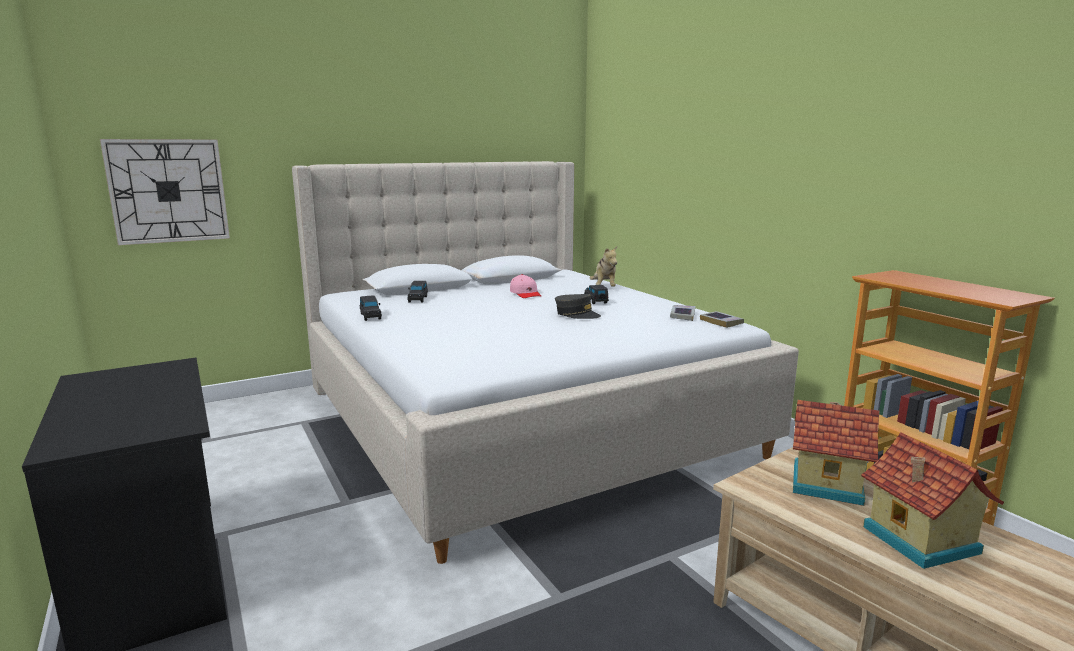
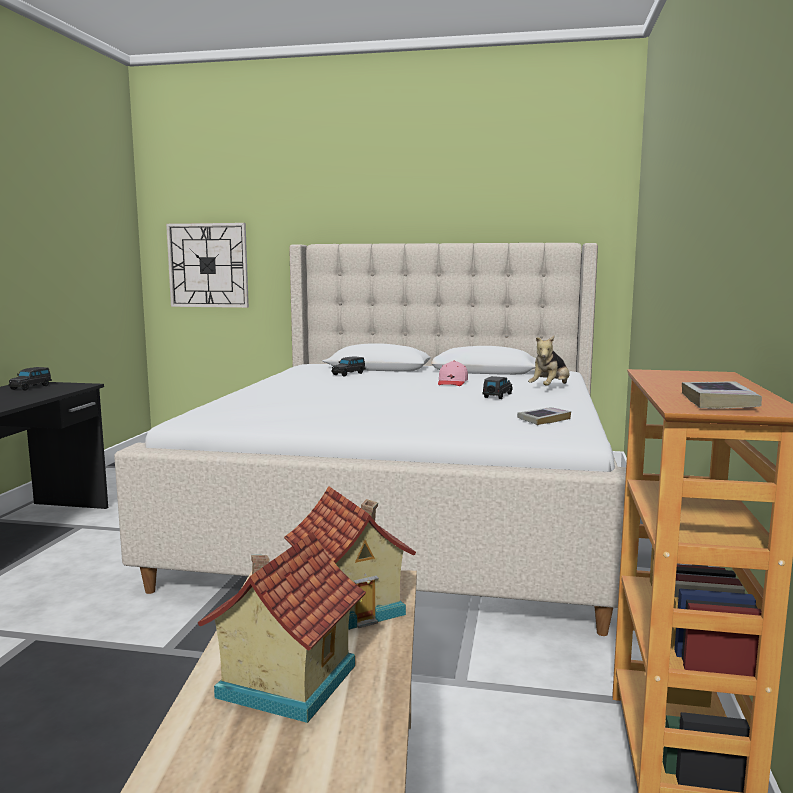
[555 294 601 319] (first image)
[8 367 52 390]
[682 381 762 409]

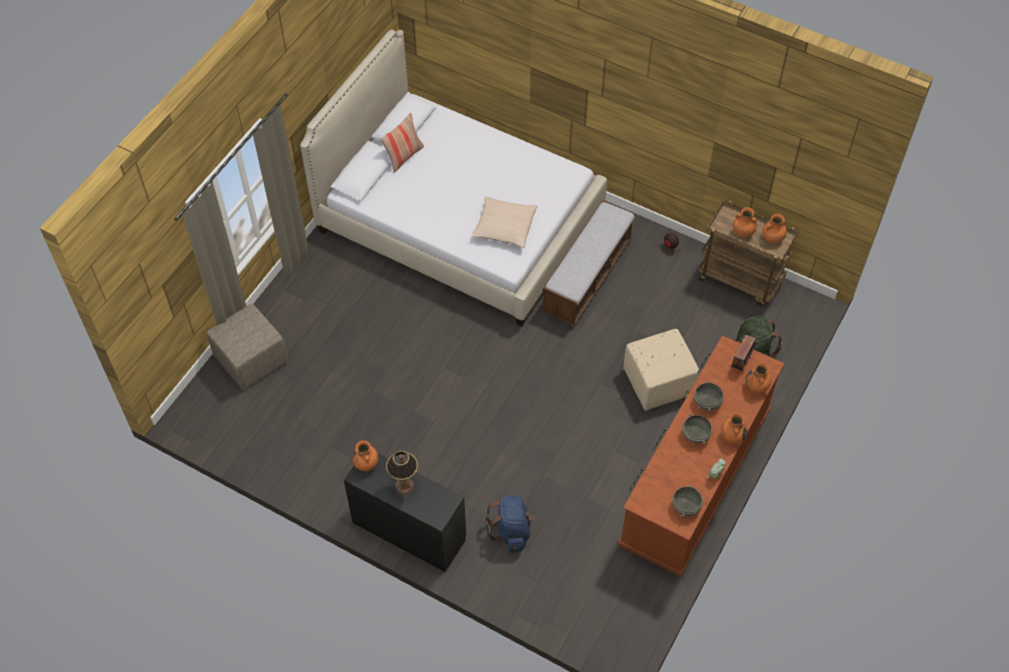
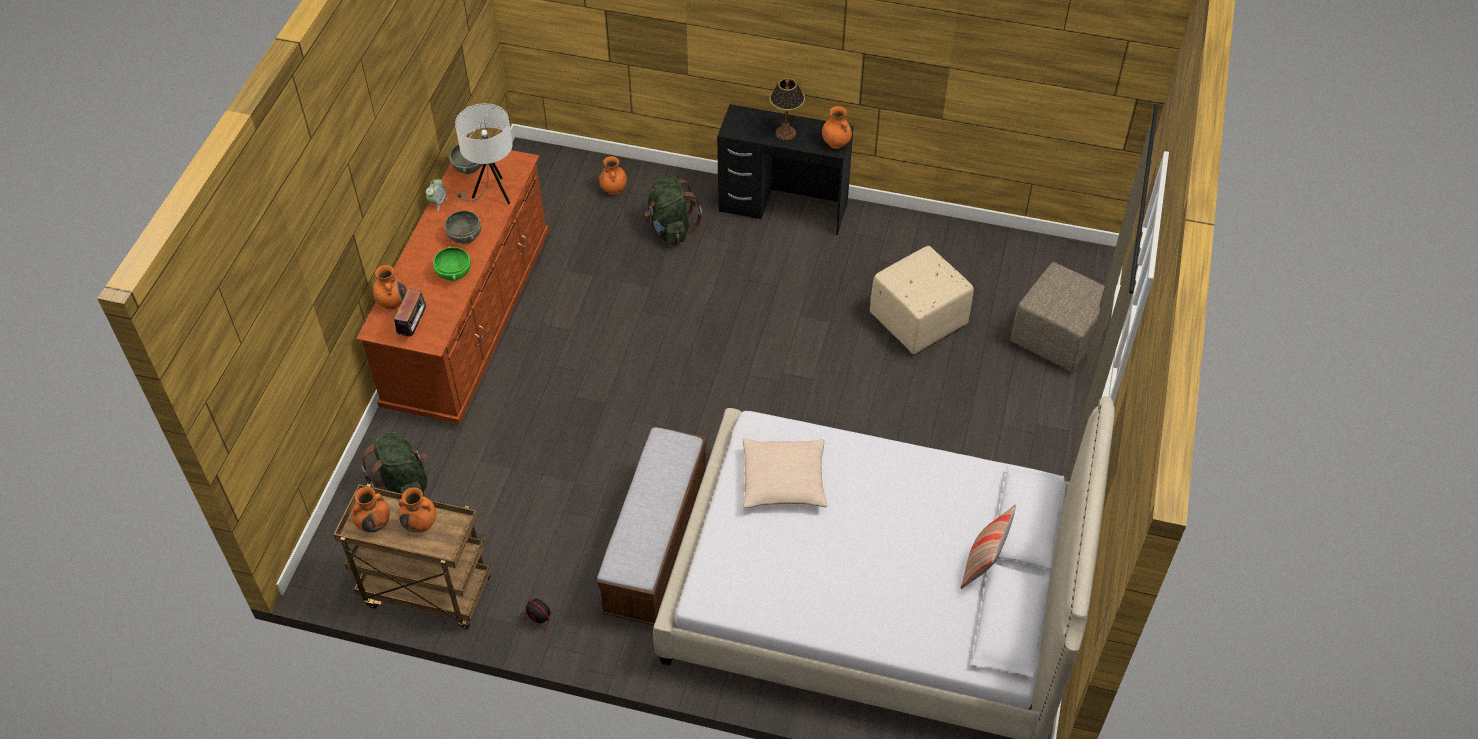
[870 246 974 354]
[433 246 471 281]
[599 156 627 195]
[645 176 702 245]
[455 103 513 204]

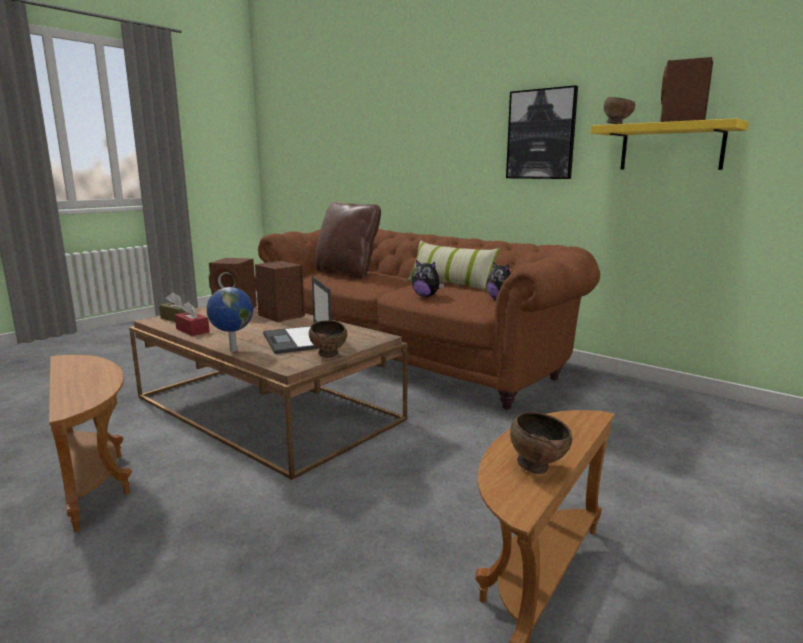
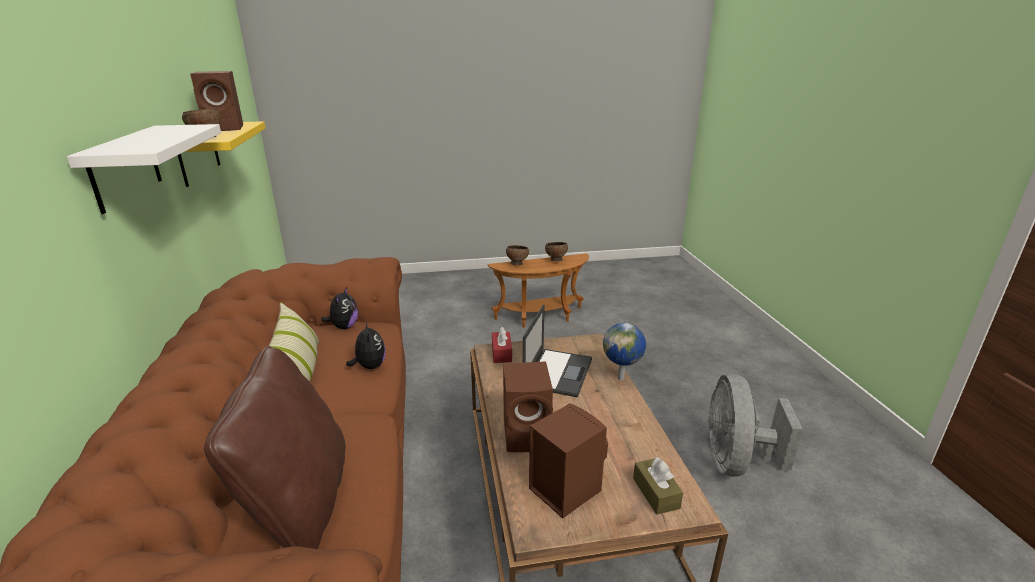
[67 124 221 214]
[492 327 512 363]
[506 245 529 265]
[707 374 803 477]

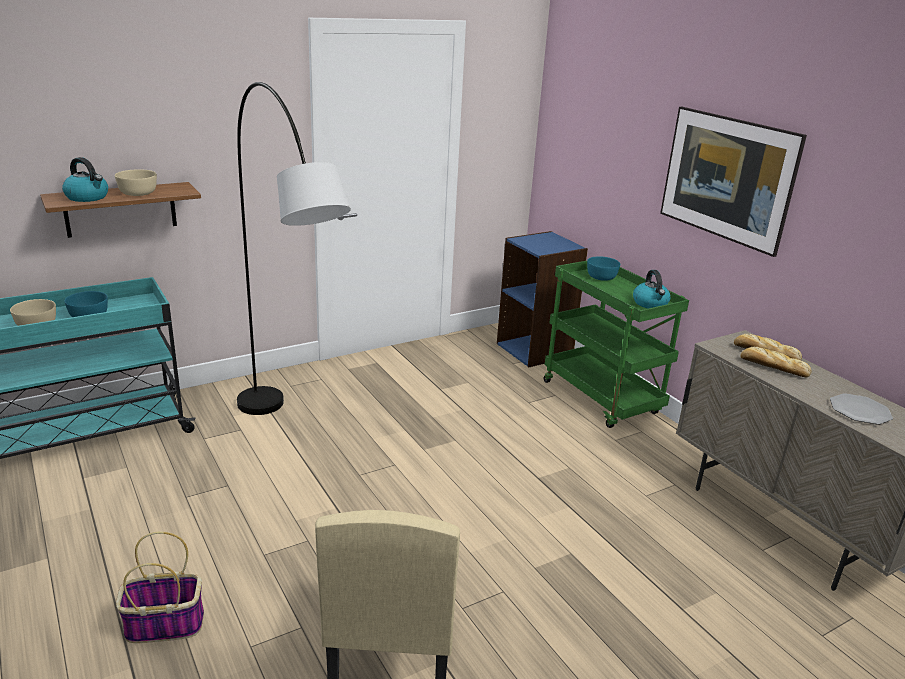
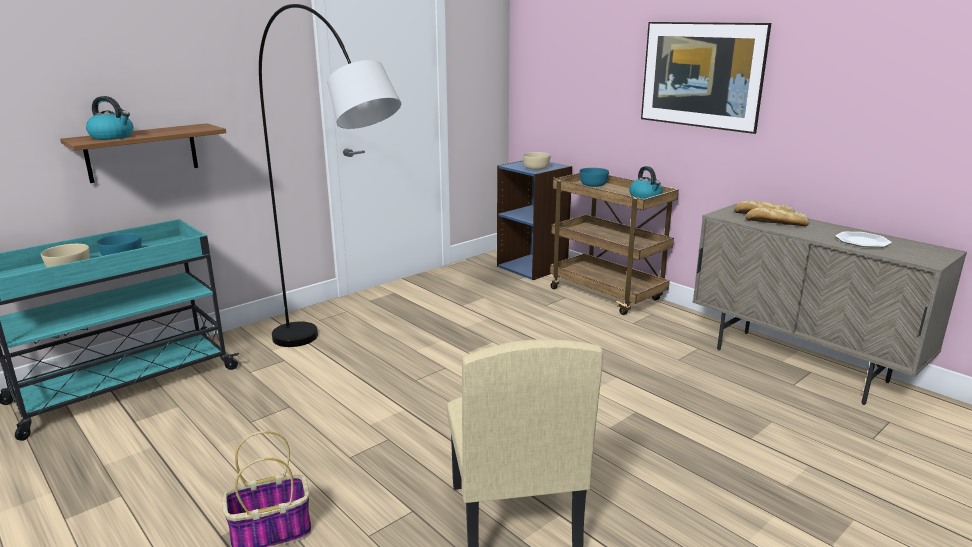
[523 152 551 170]
[550 173 679 315]

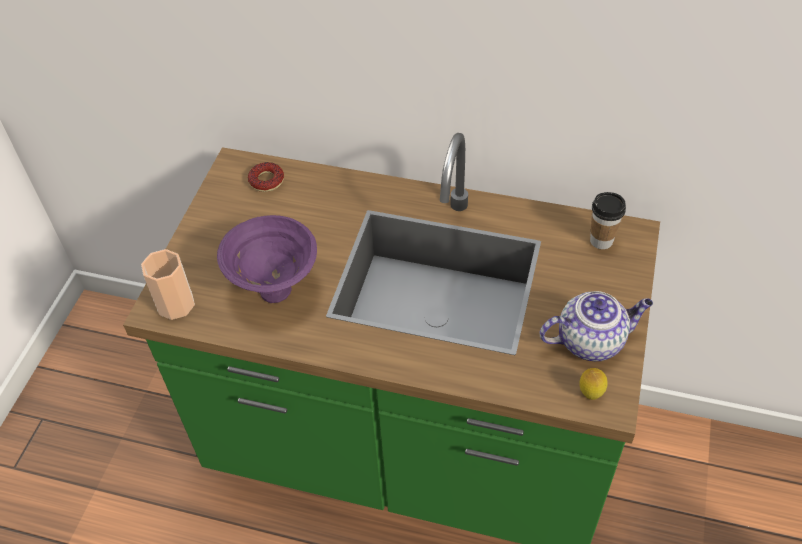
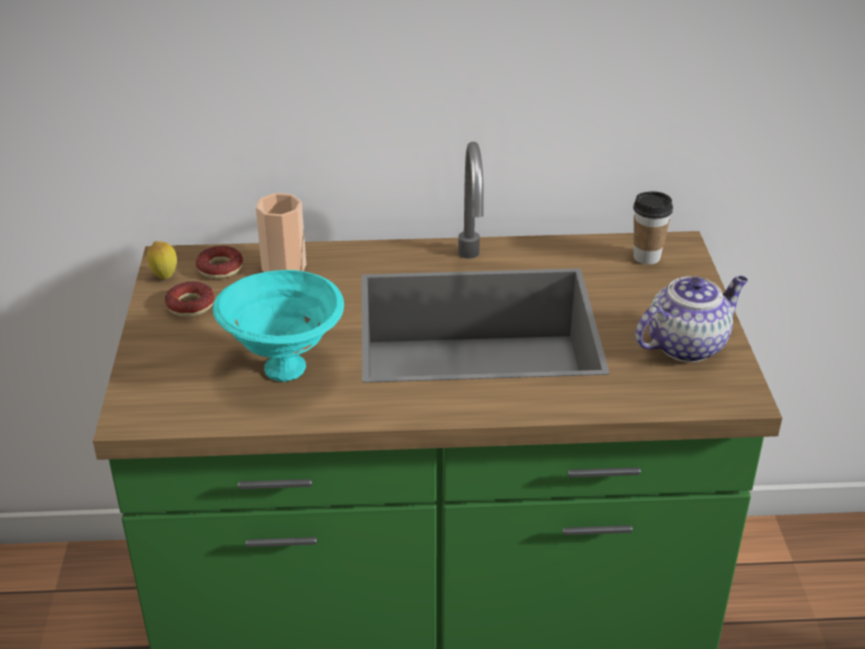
[213 270 344 382]
[256 193 306 272]
[147 241 177 280]
[165 282 214 317]

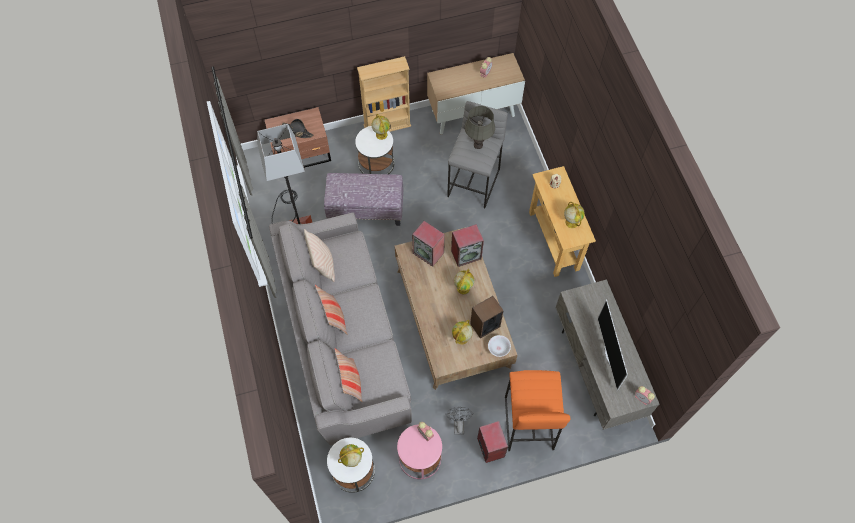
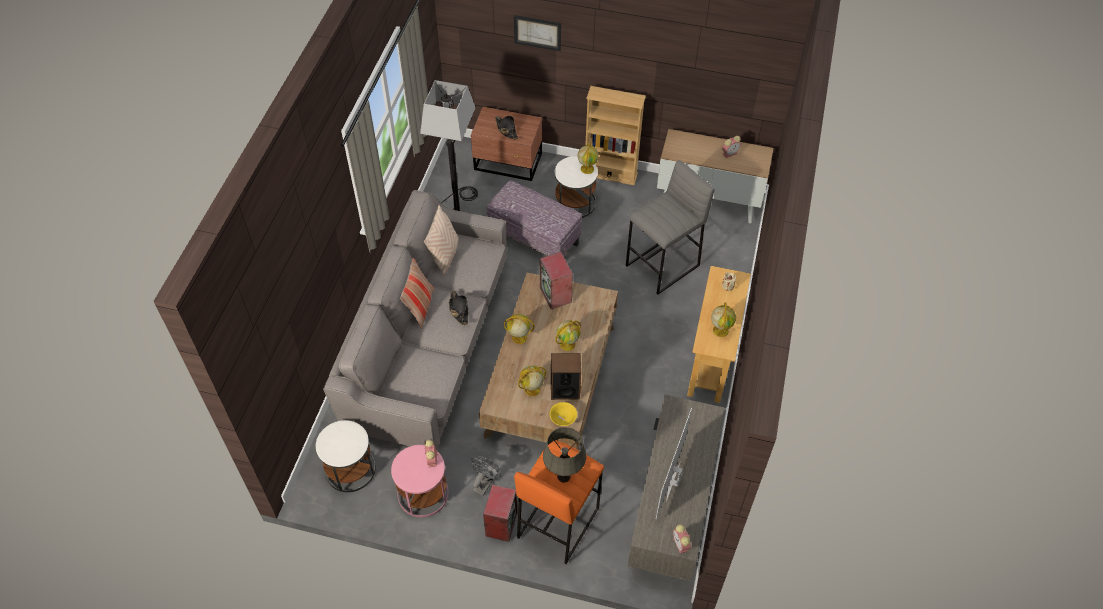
[543 427 586 483]
[451 224 484 267] (first image)
[550 402 577 426]
[334 348 362 403] (first image)
[504 314 534 344]
[514 15 561 51]
[449 291 468 325]

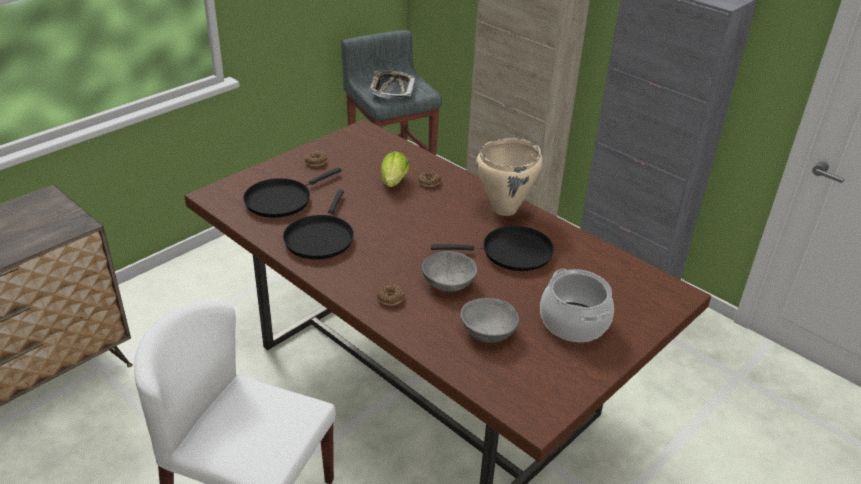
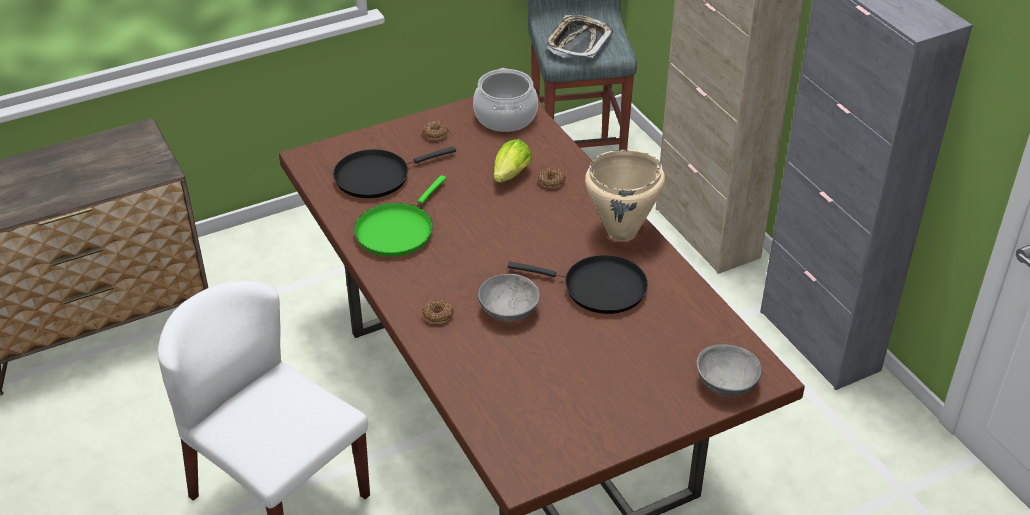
[354 175 446 257]
[473 68 538 132]
[697 344 761 397]

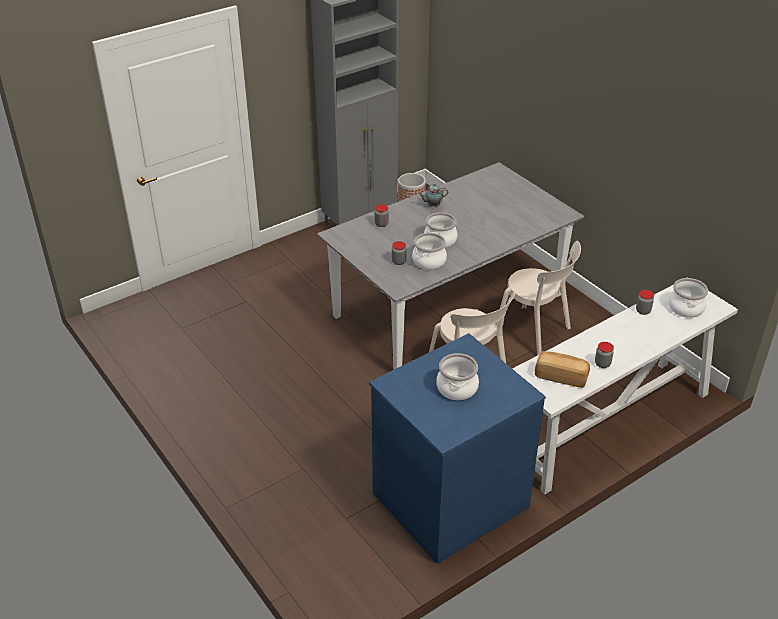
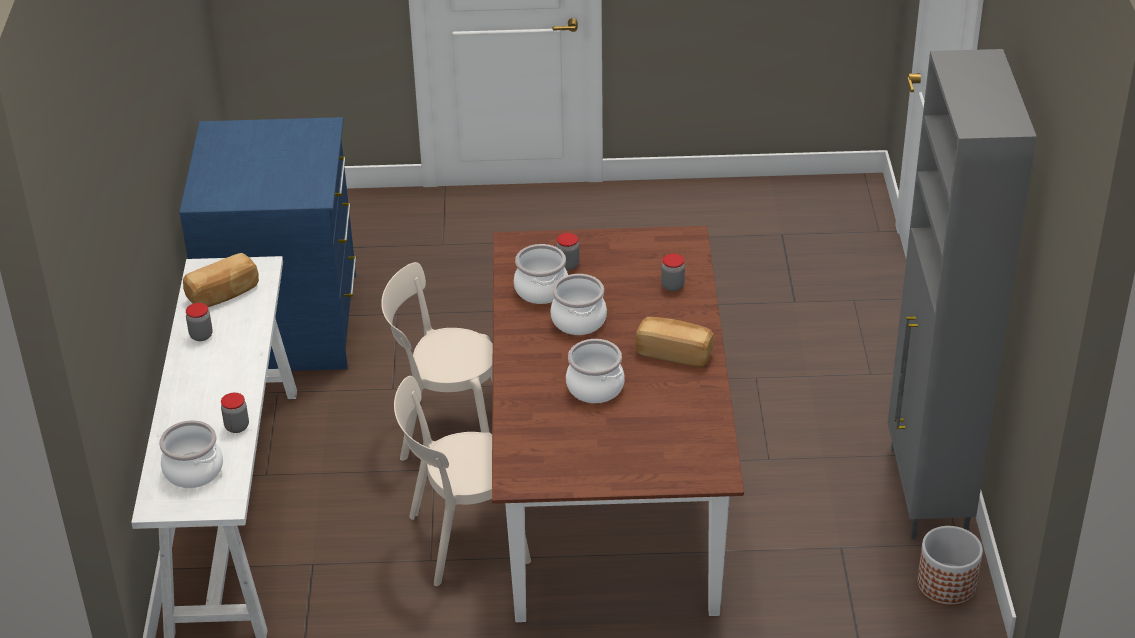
[492 226 744 622]
[635 317 714 368]
[566 339 625 403]

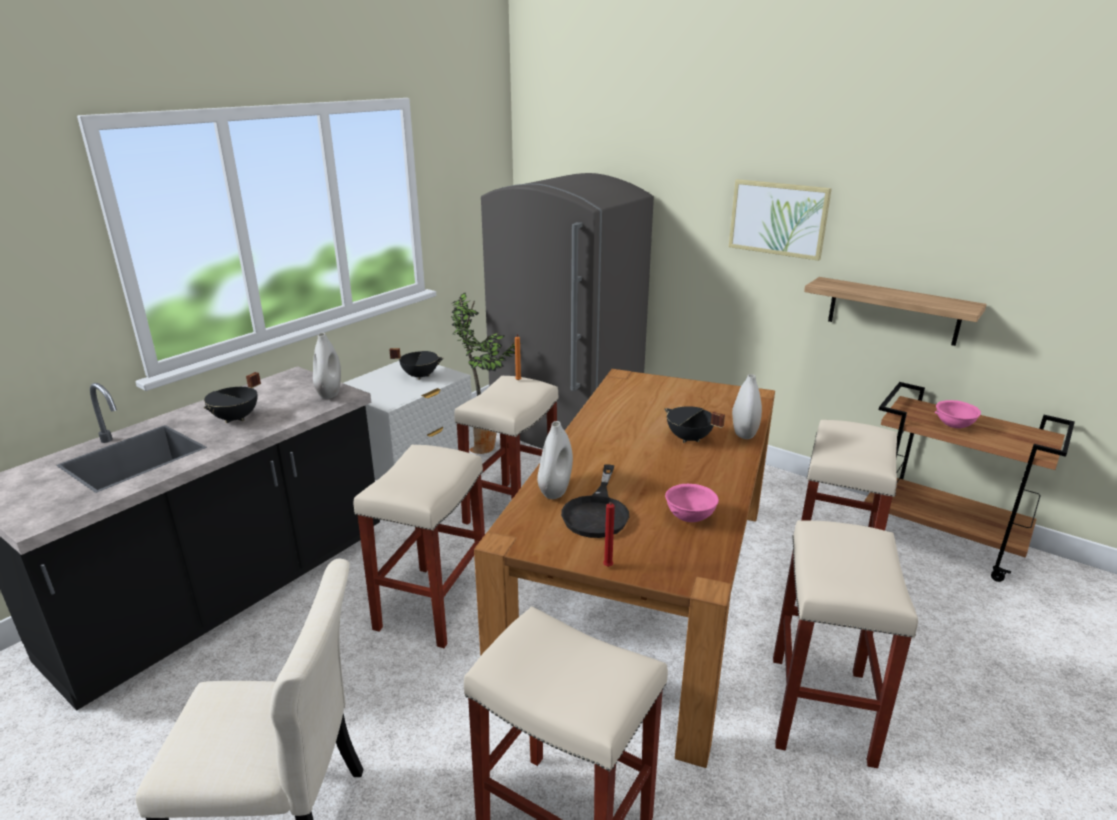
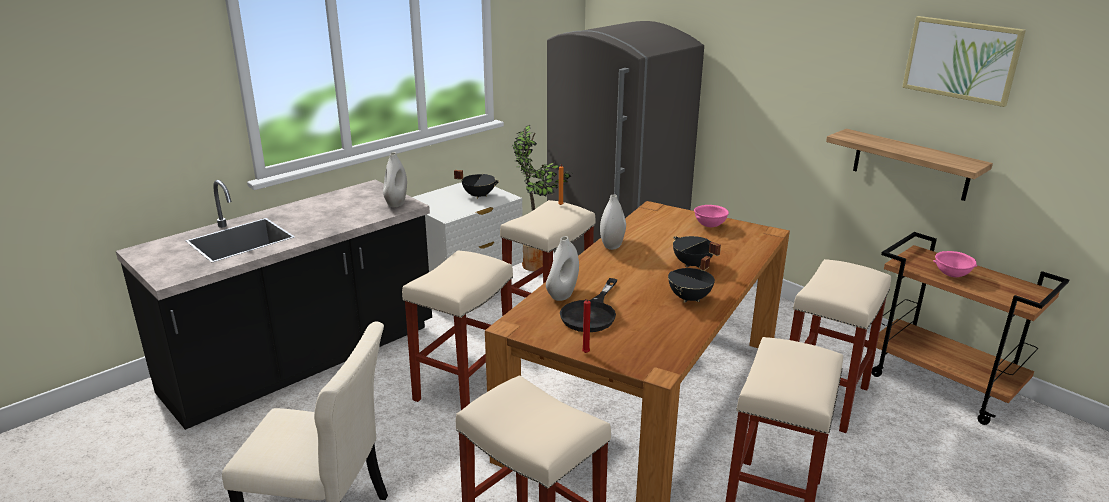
[902 16 1026 107]
[668 256 715 303]
[600 194 626 250]
[694 205 729 227]

